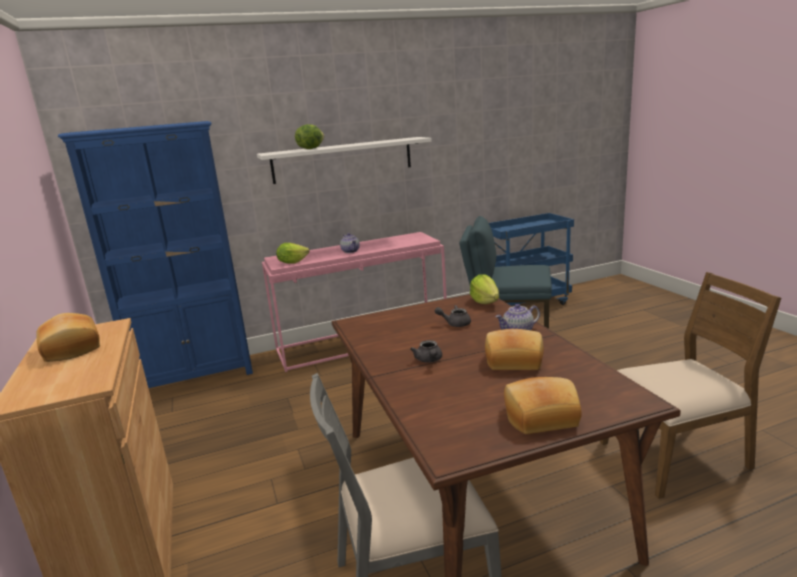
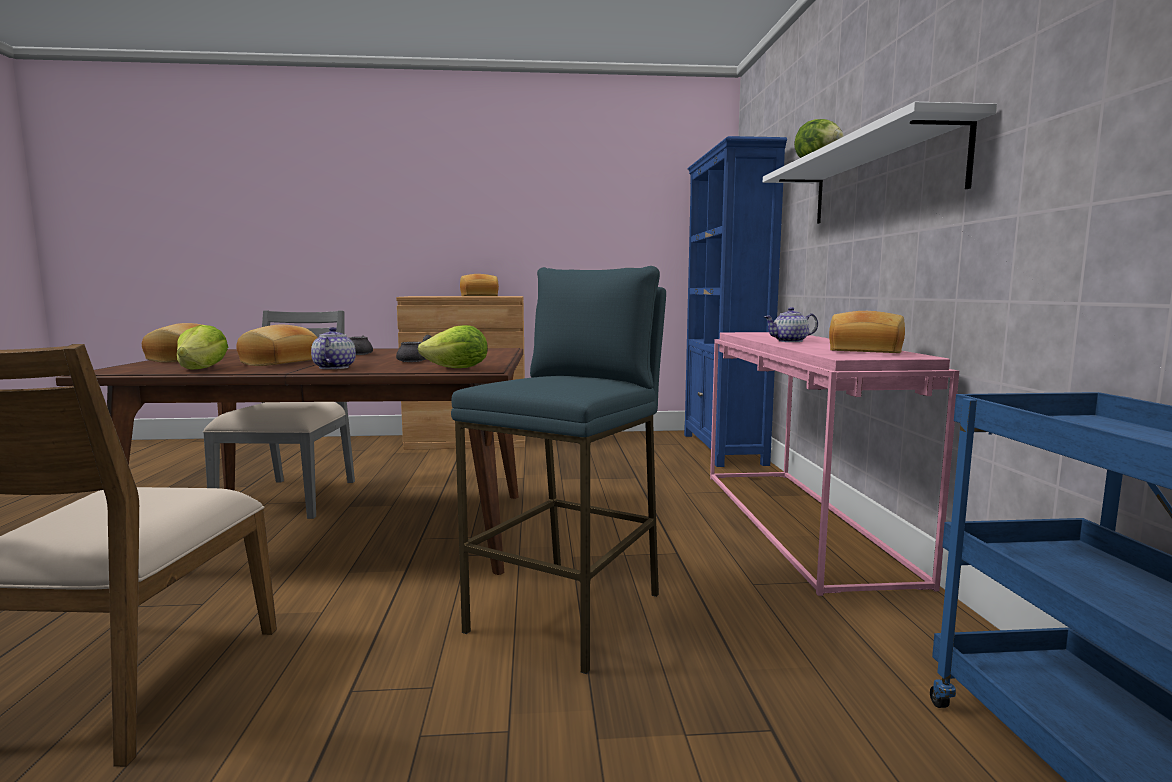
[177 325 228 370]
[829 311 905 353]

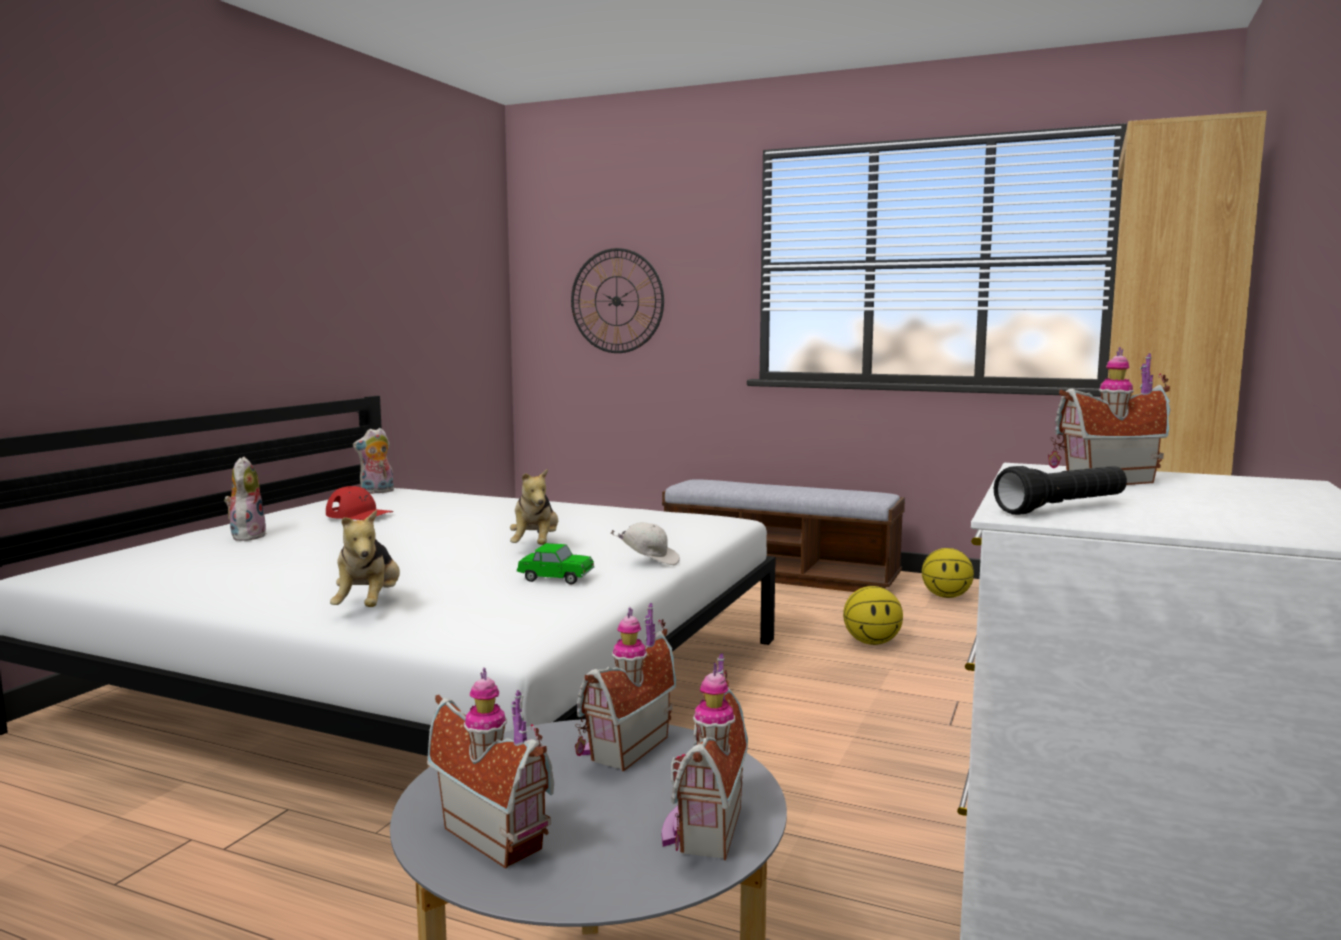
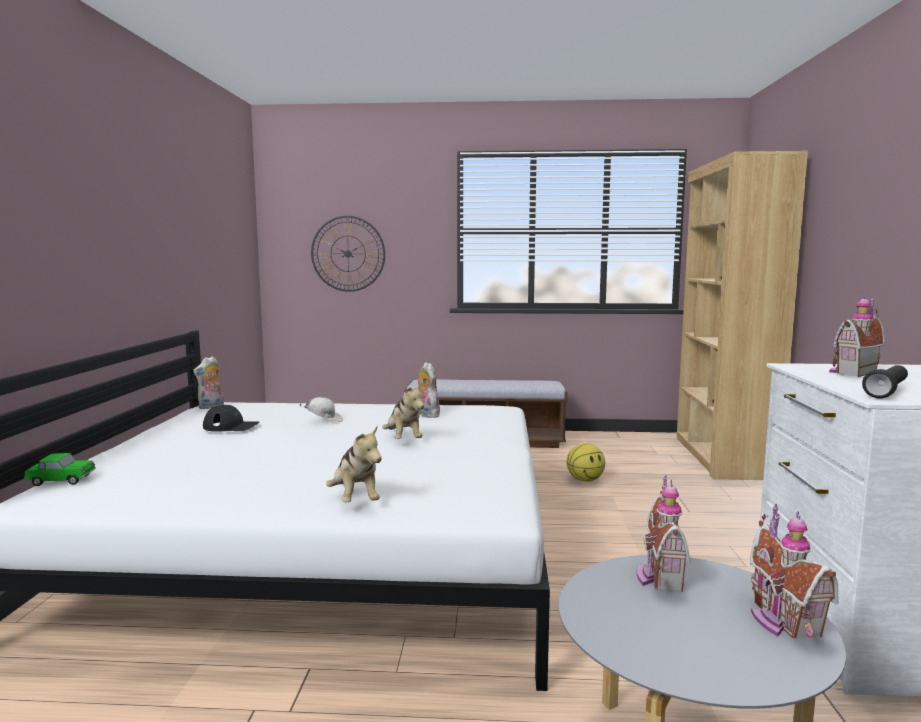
[418 362 442 418]
[203 405 259 432]
[299 397 343 422]
[24 453 96 486]
[922 548 974 598] (first image)
[427 667 554 869] (first image)

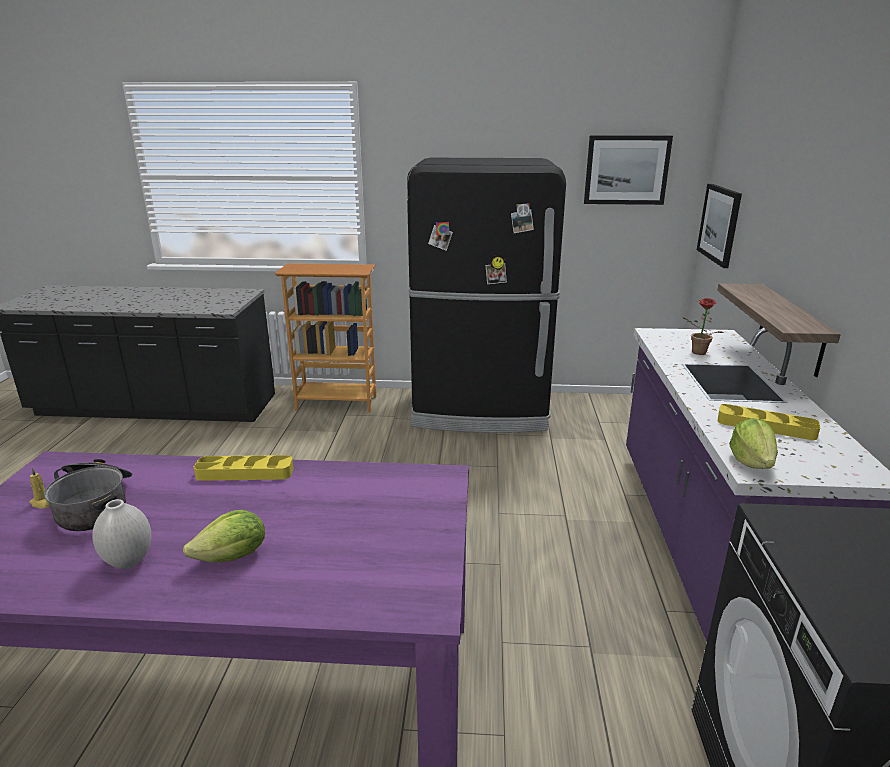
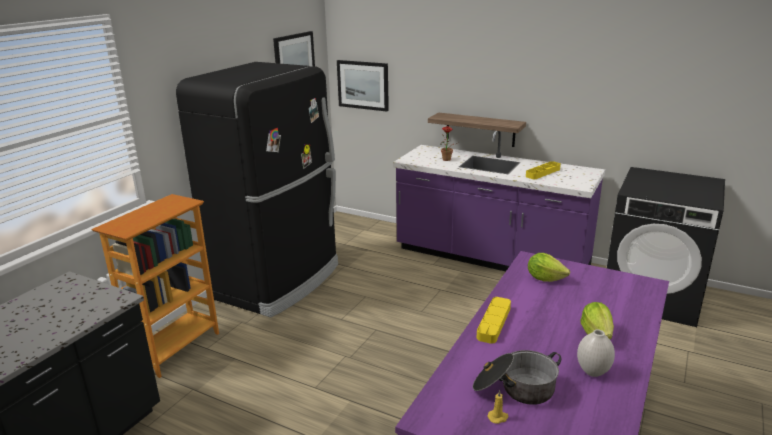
[528 253 570 282]

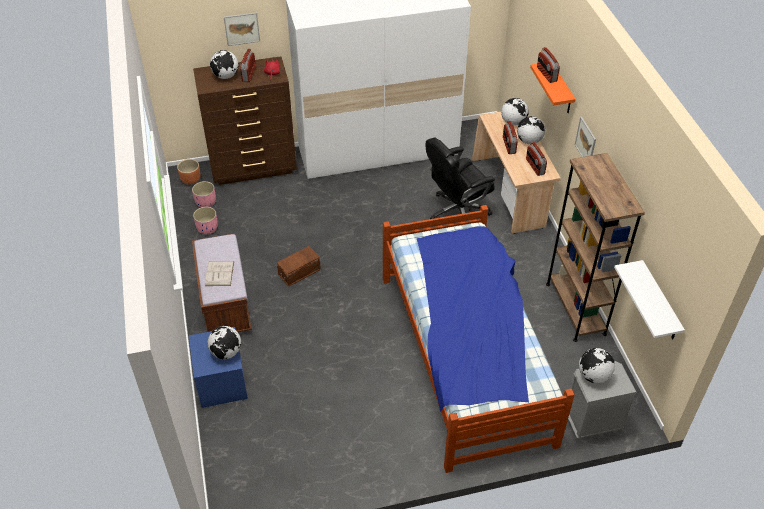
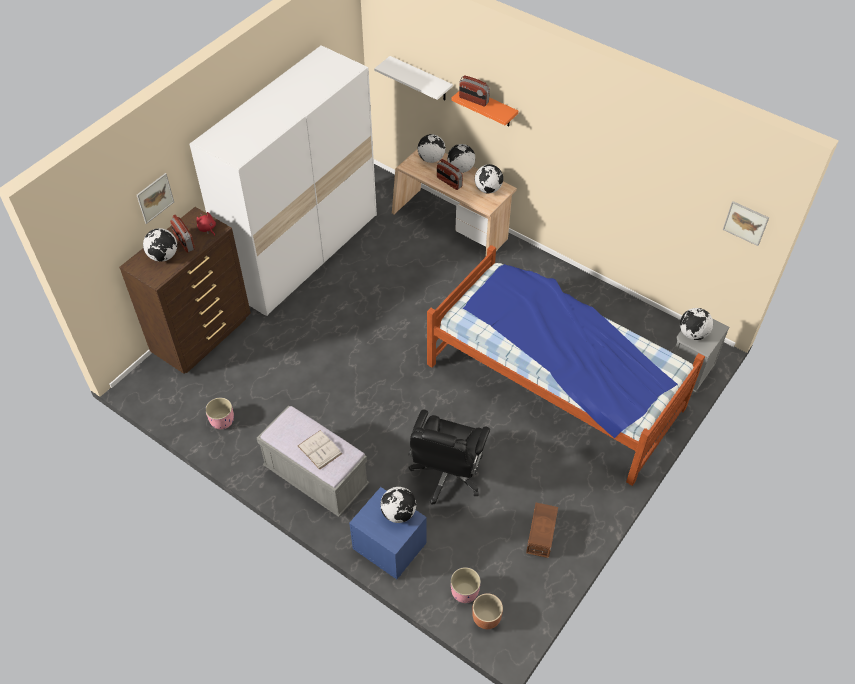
[723 201 769 246]
[408 410 490 505]
[475 164 503 194]
[546 153 645 342] (first image)
[472 593 503 629]
[451 567 481 603]
[257 406 369 517]
[526 503 558 558]
[374 56 453 100]

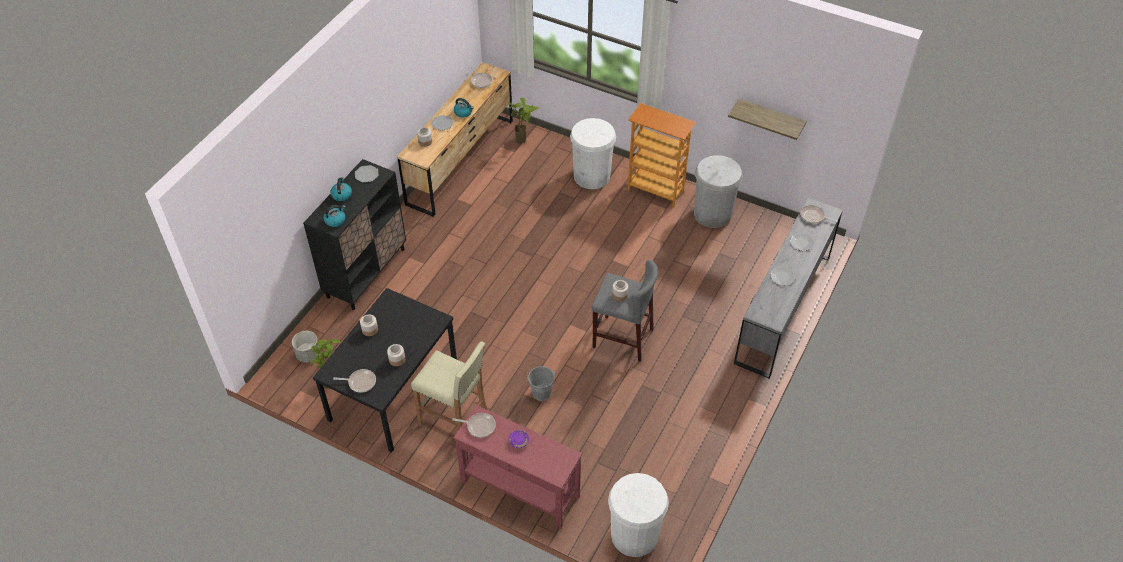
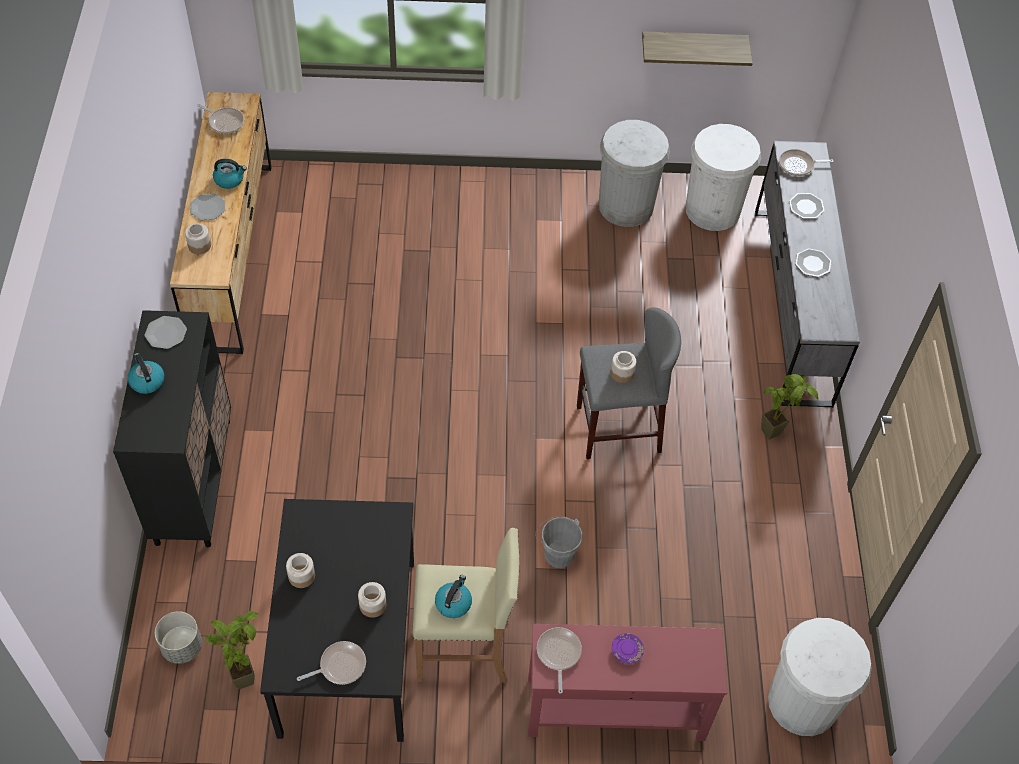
[761 374 818 440]
[627 103 696 208] (first image)
[686 124 761 231]
[435 575 472 618]
[537 627 582 694]

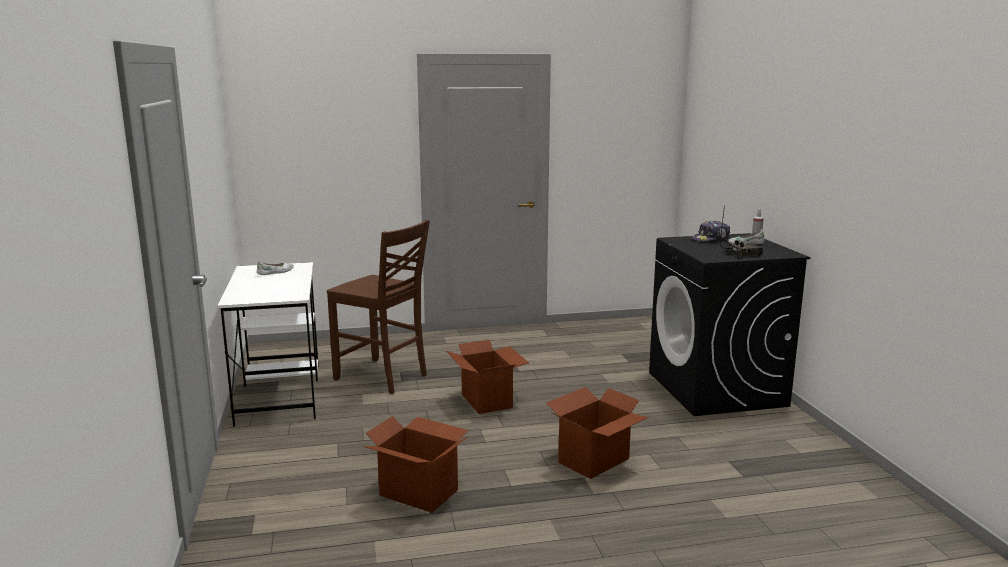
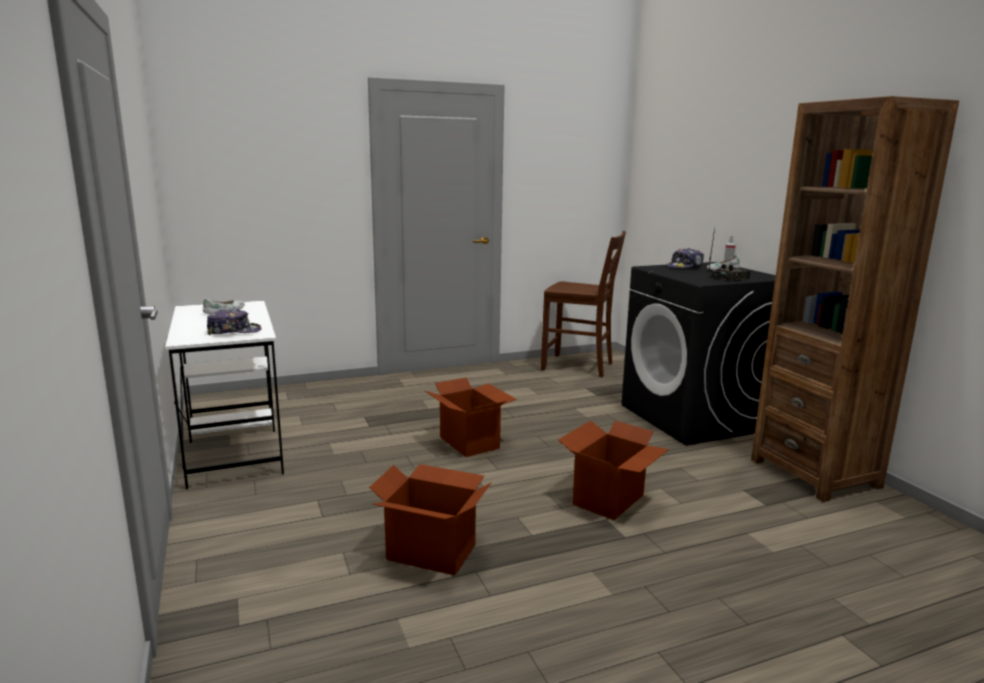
[541 231 626 377]
[751 96 959 502]
[207 309 262 335]

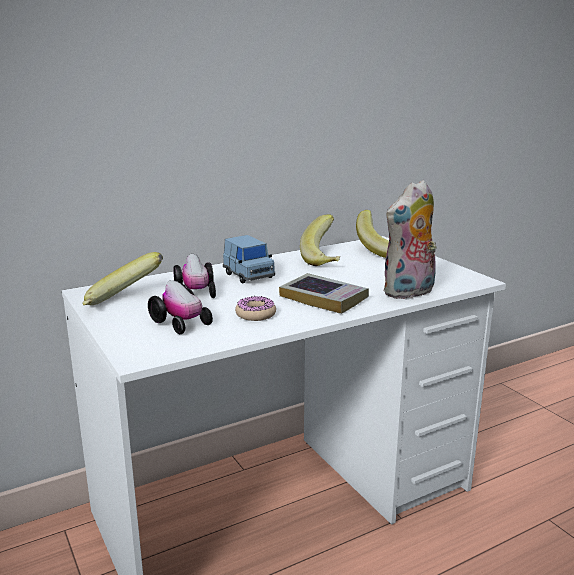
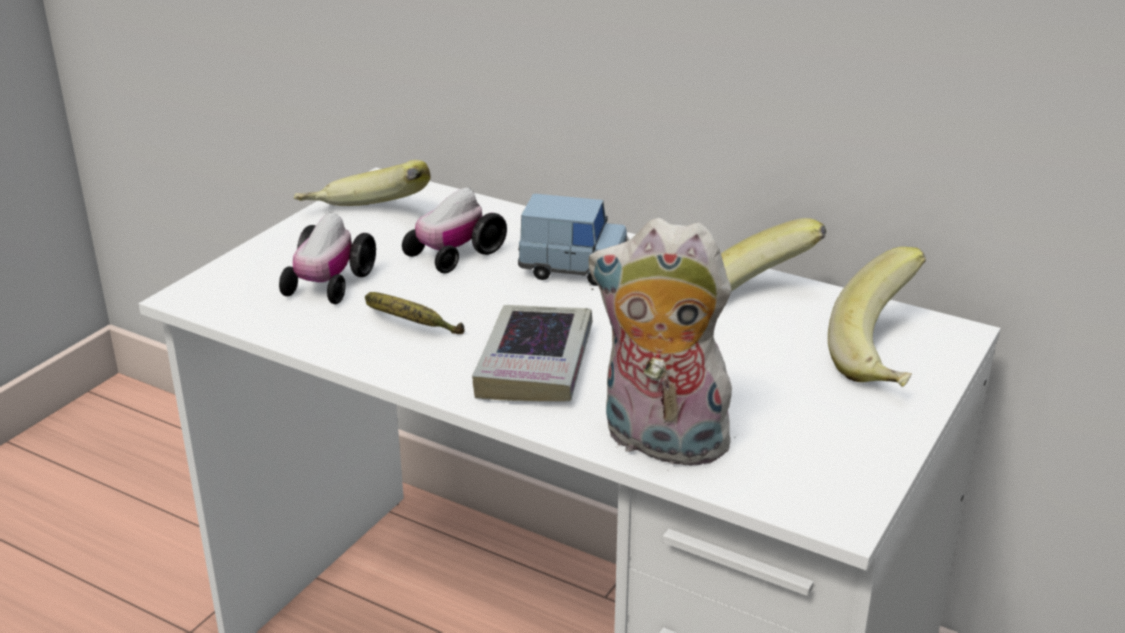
[518 194 629 286]
[365 292 465 334]

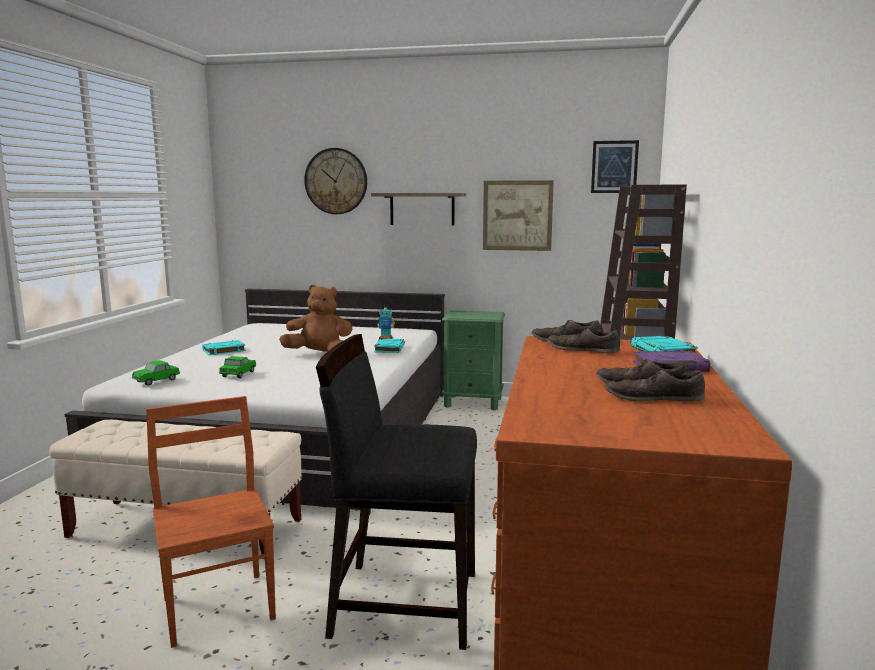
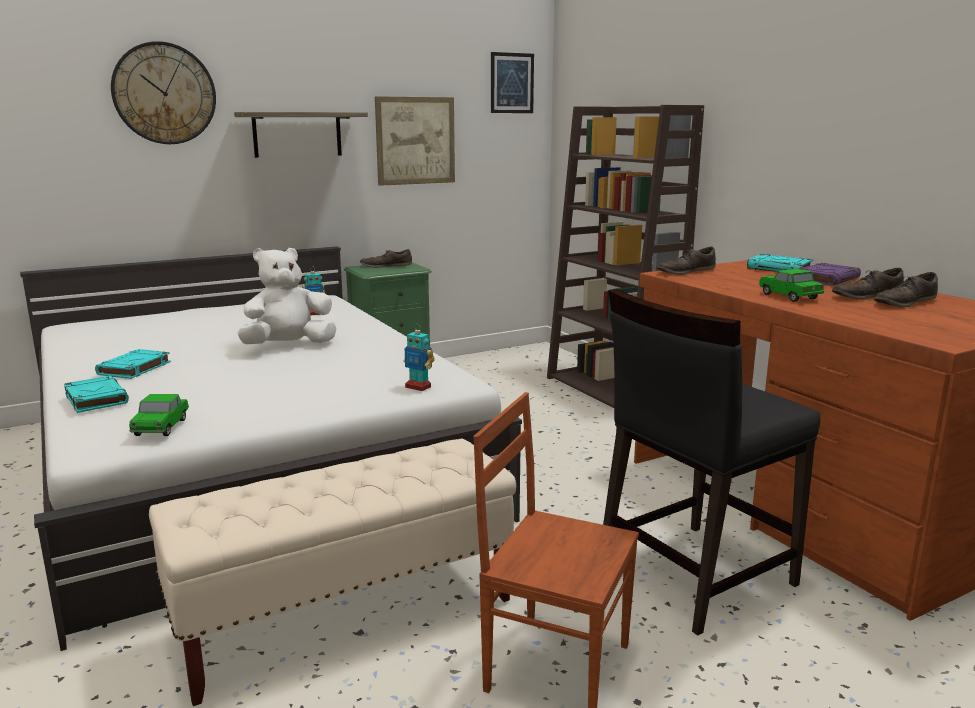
[237 248 336 344]
[360 249 412 268]
[64 375 129 413]
[759 269 824 302]
[403 324 435 391]

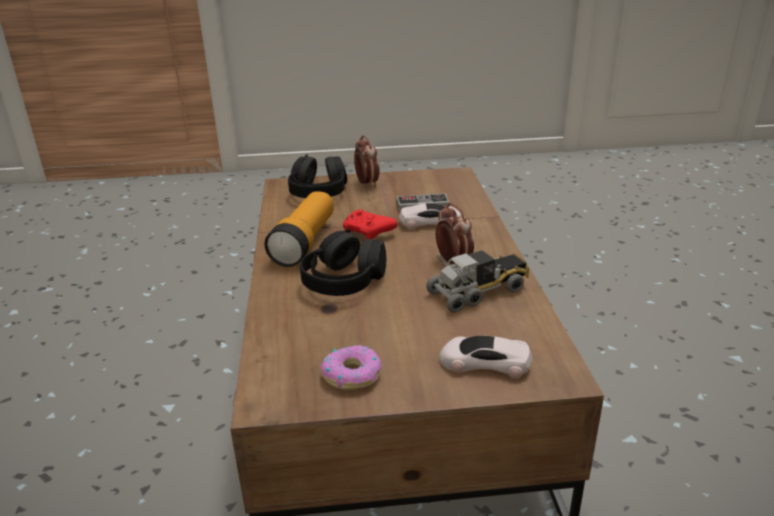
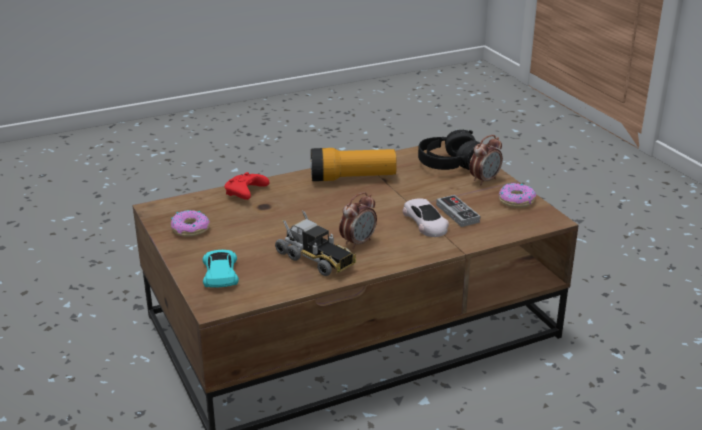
[225 172 269 200]
[300 229 386 296] (first image)
[203 250 239 288]
[499 183 536 208]

